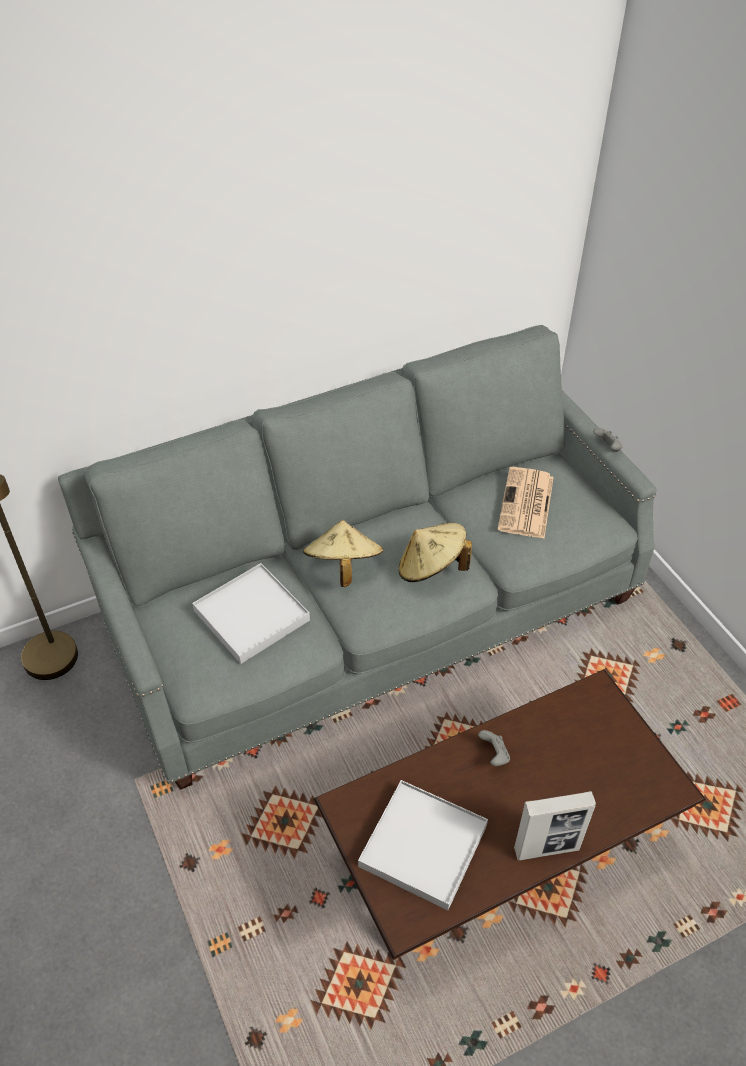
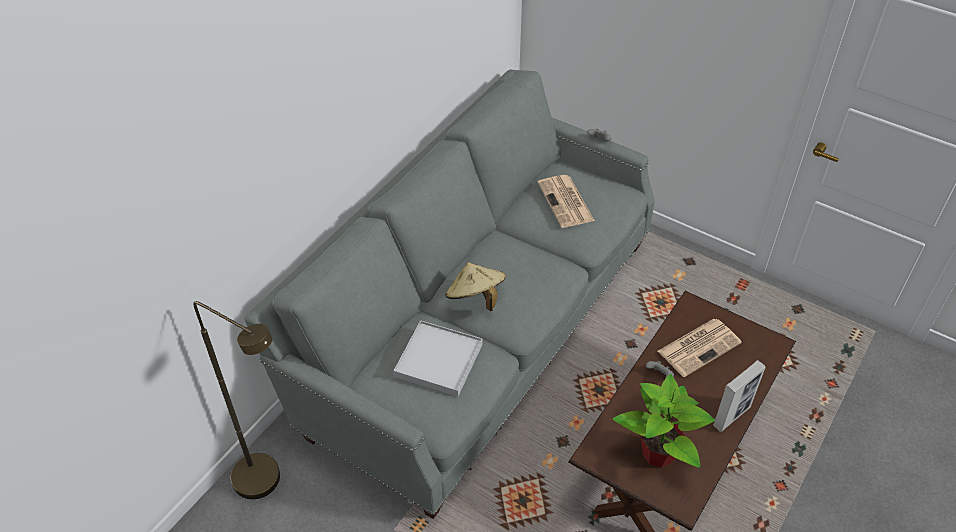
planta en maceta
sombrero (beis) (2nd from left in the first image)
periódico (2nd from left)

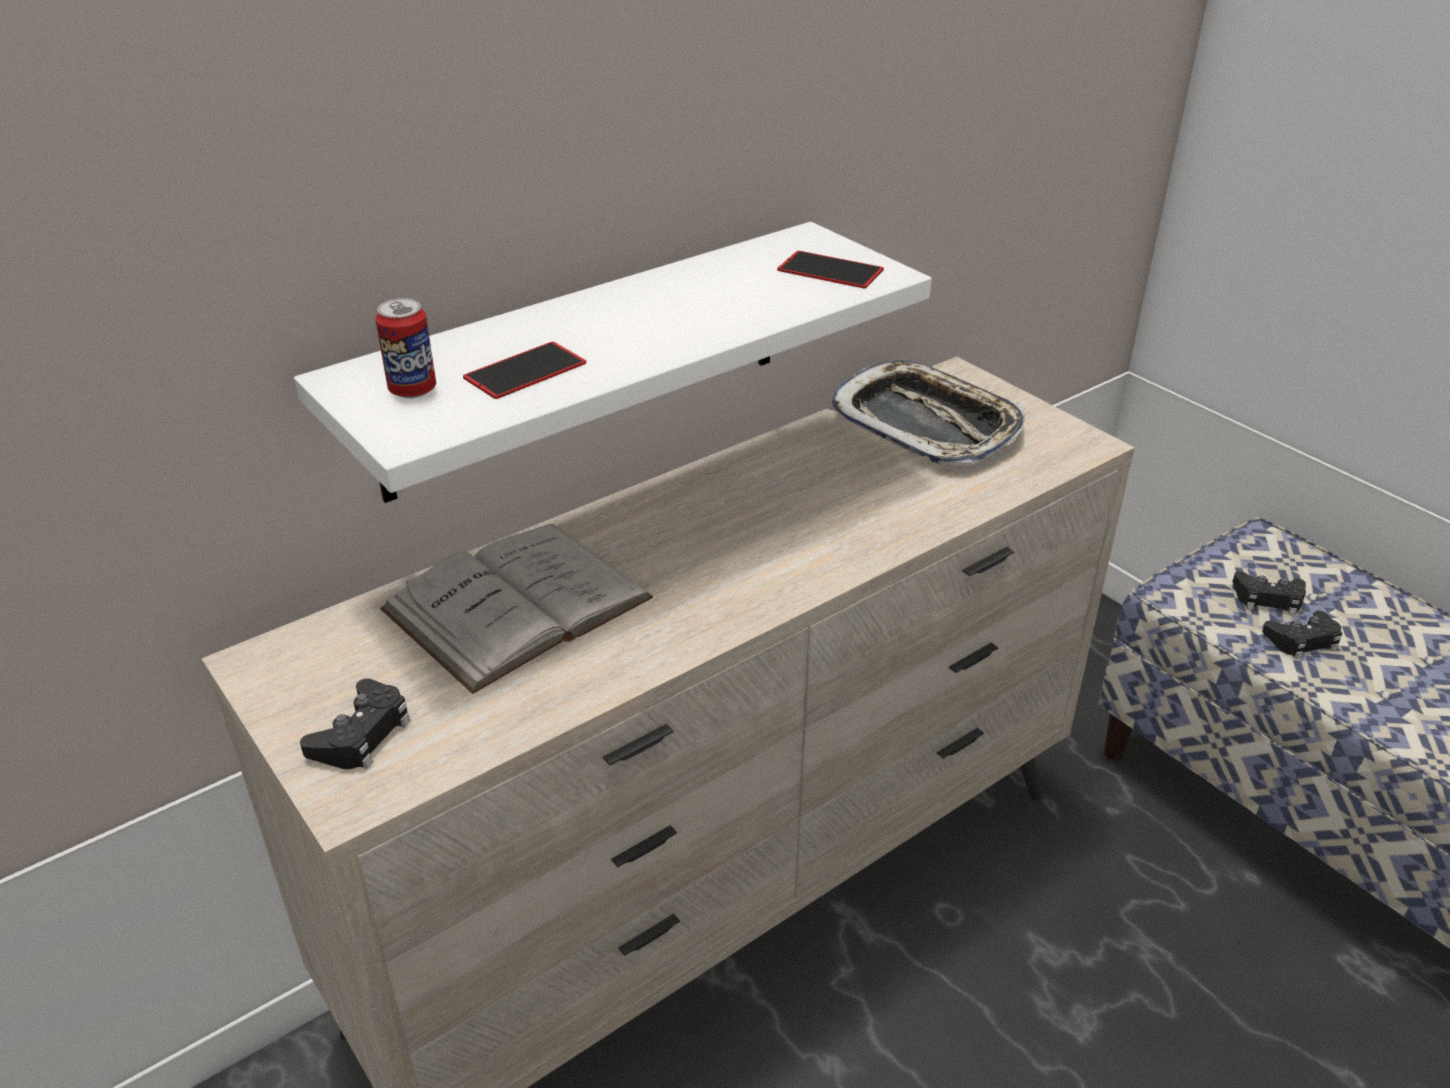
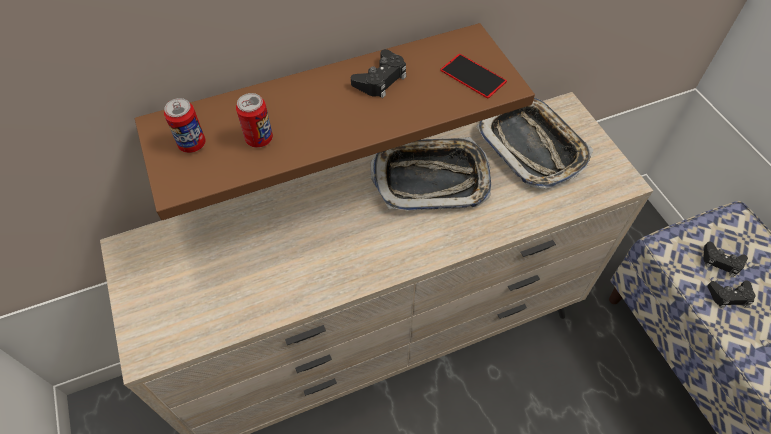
estante (marrón)
mando de consola (negro) (1st from left)
libro (blanco)
lata (2nd from left)
bandeja (1st from left)

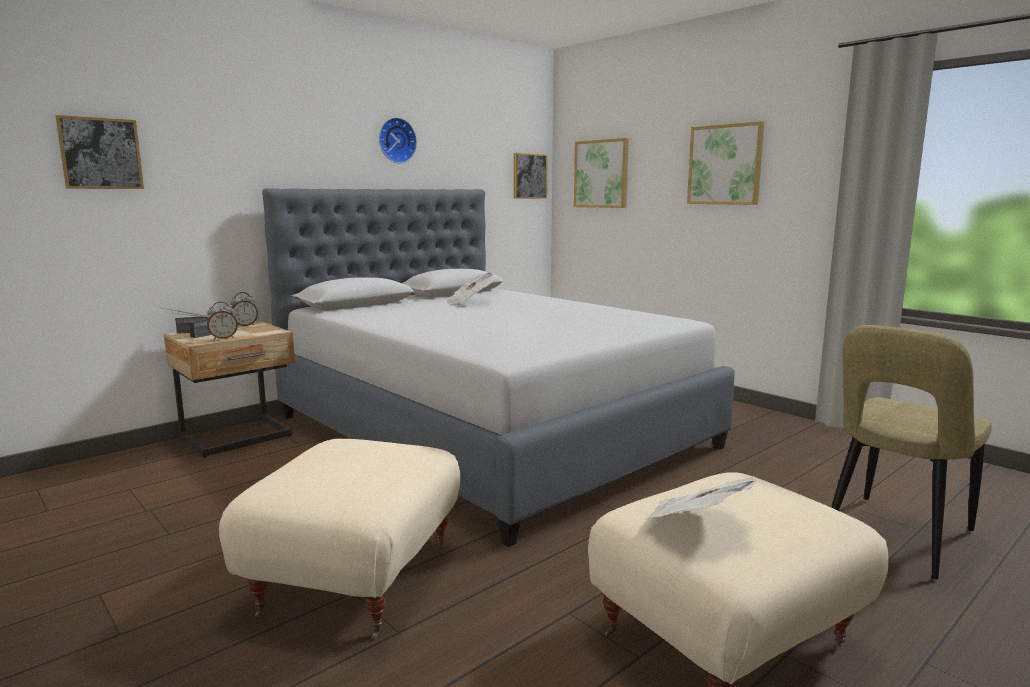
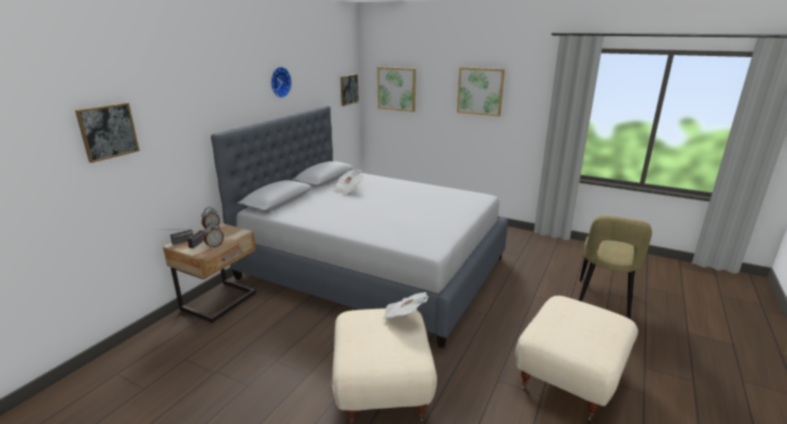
periódico (2nd from left)

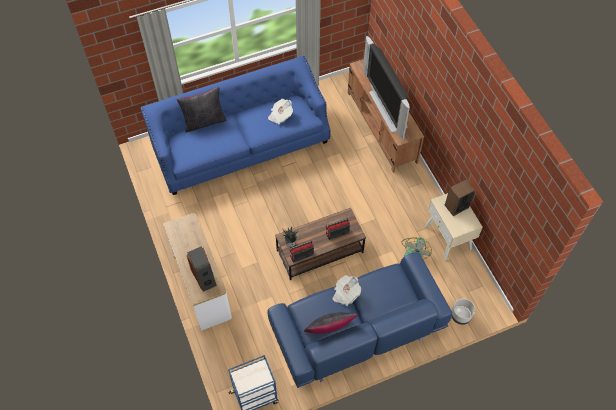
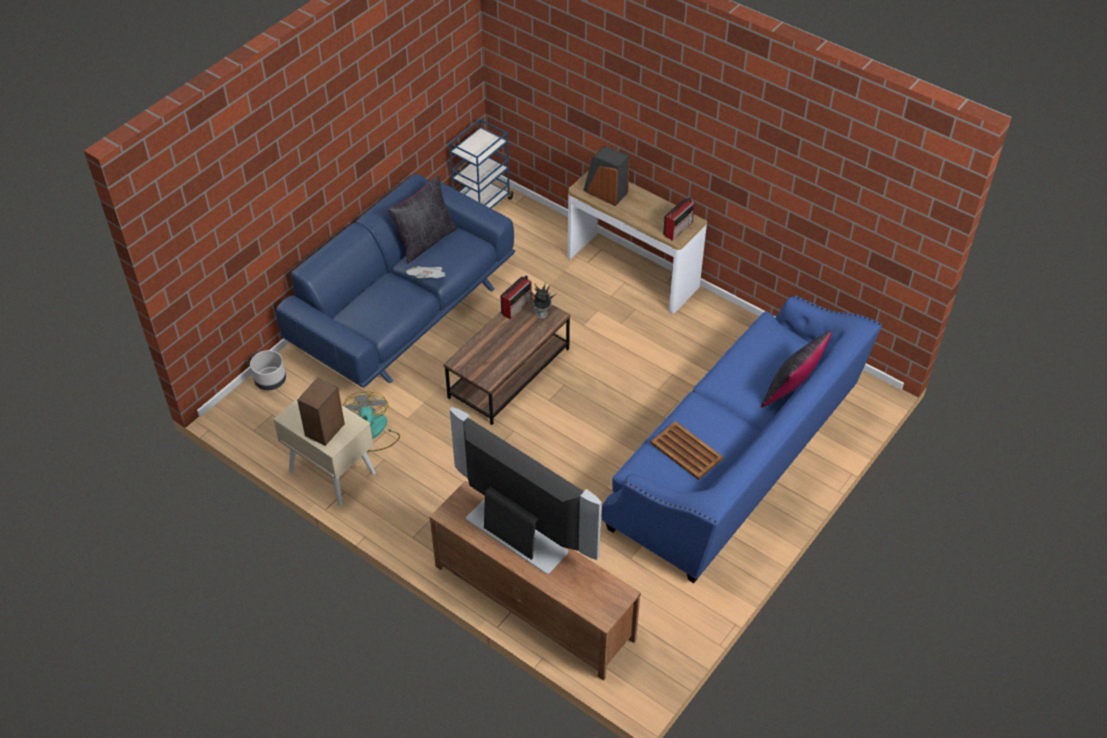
bandeja (marrón)
radio (2nd from left)

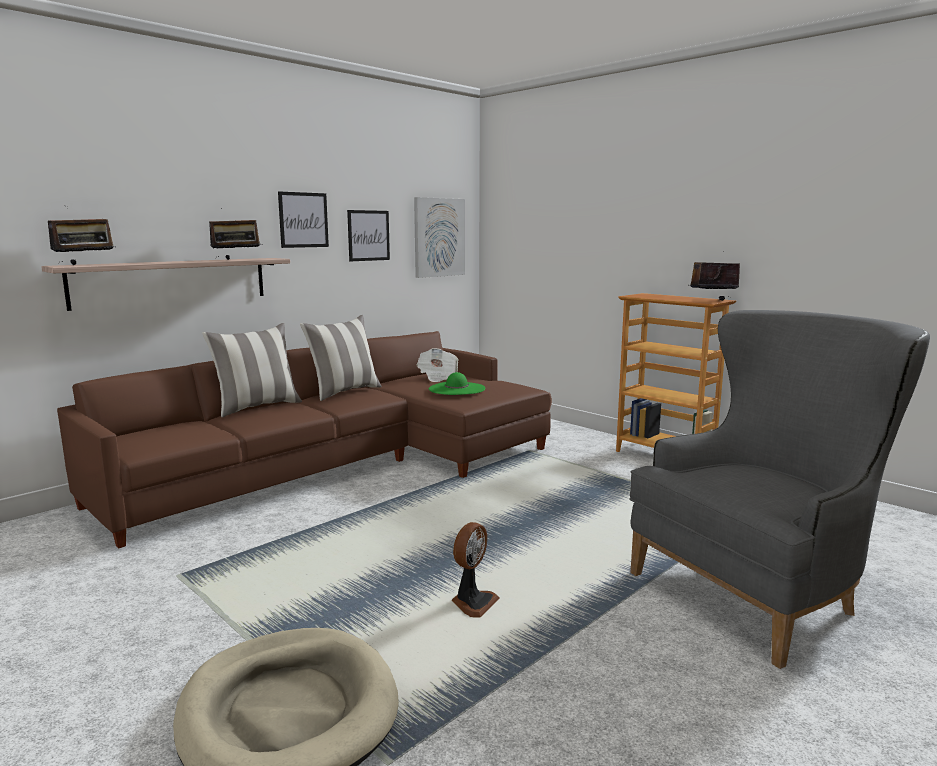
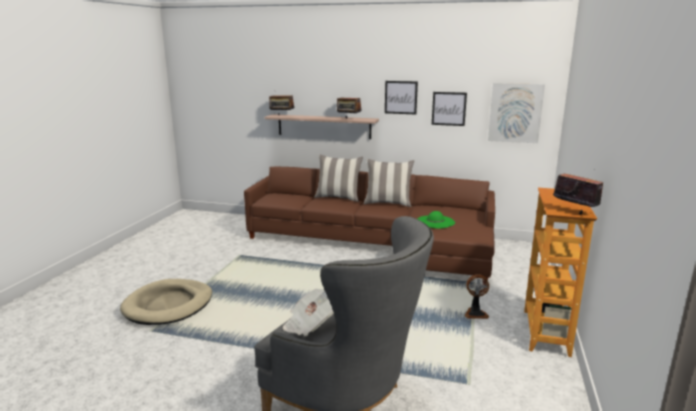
periódico
ventilador

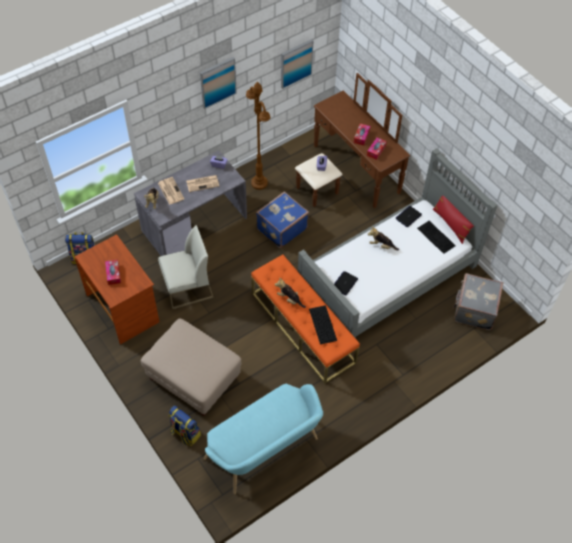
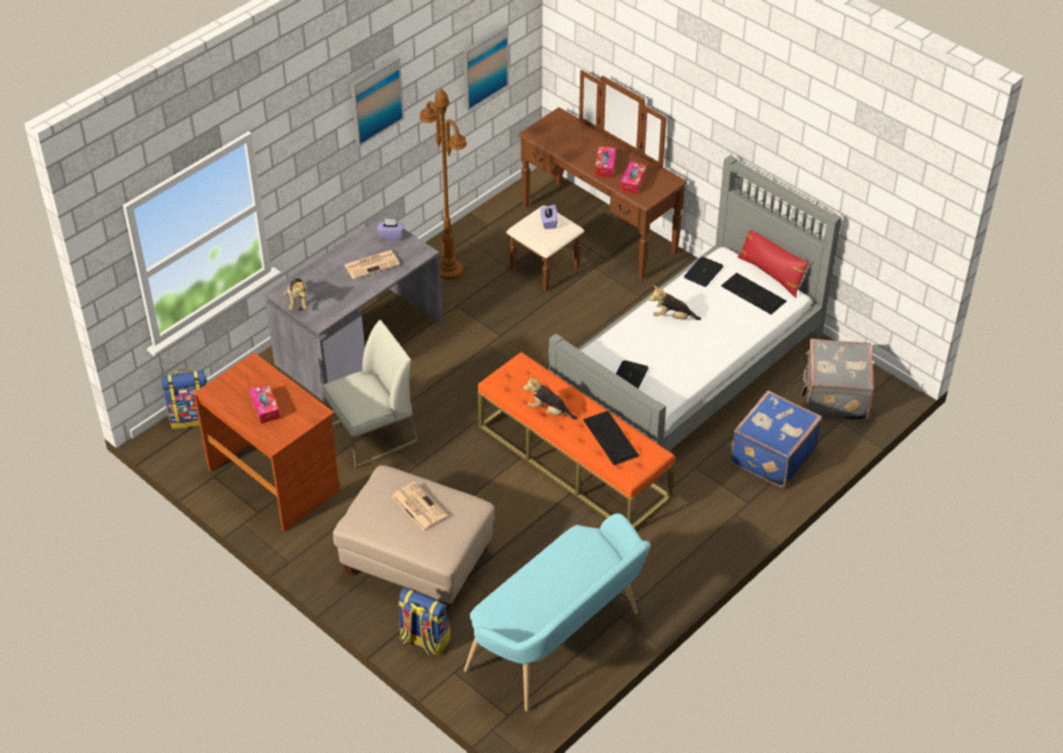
periódico (2nd from left)
maleta (azul)

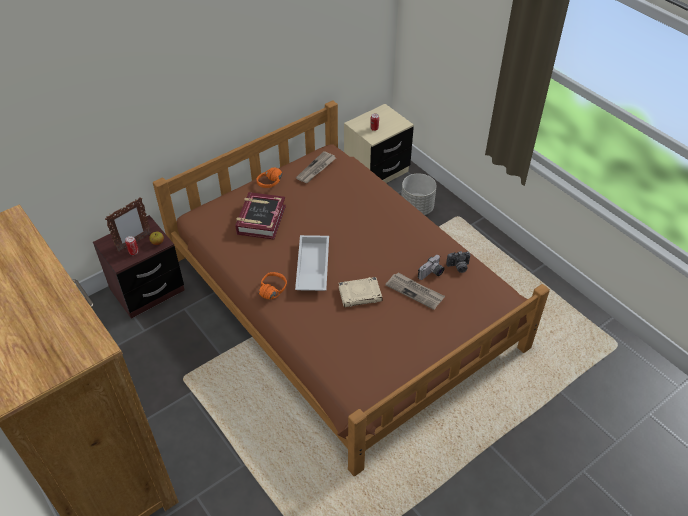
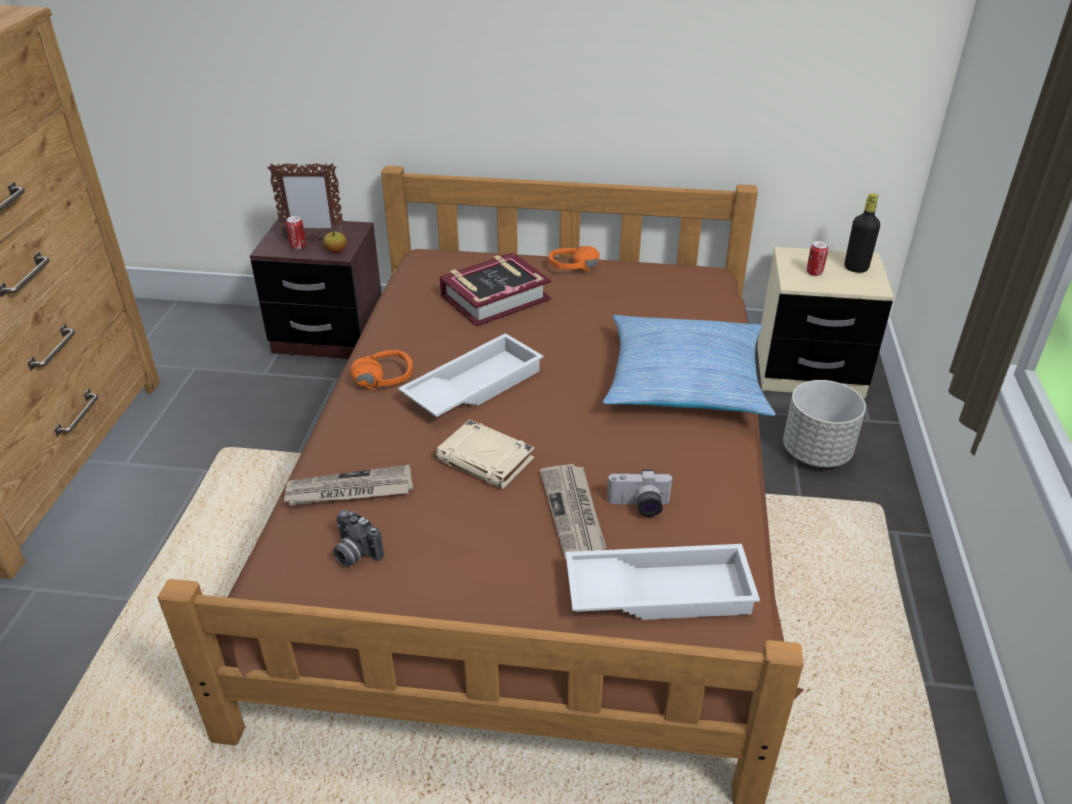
periódico (1st from left)
cámara (1st from left)
bandeja (blanco) (2nd from left)
cojín
botella (negro)

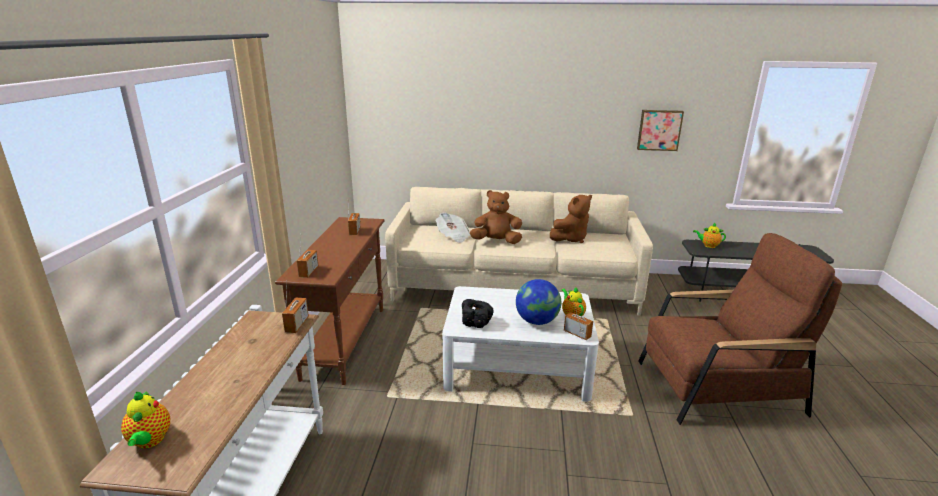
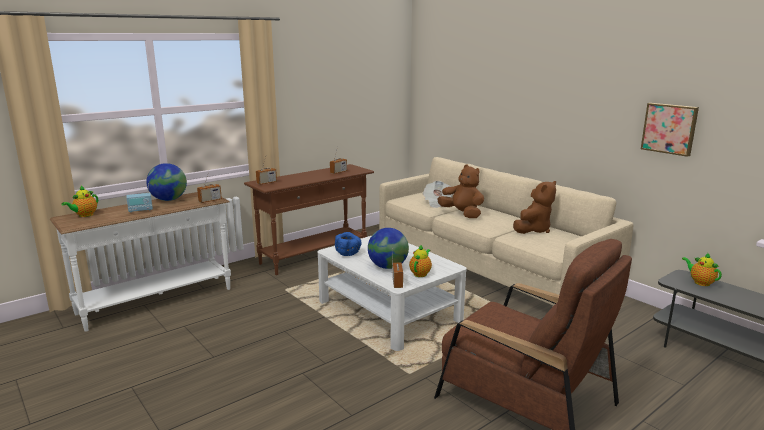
cuenco (azul)
peluche (marrón) (2nd from left)
radio (1st from left)
globo terráqueo (1st from left)

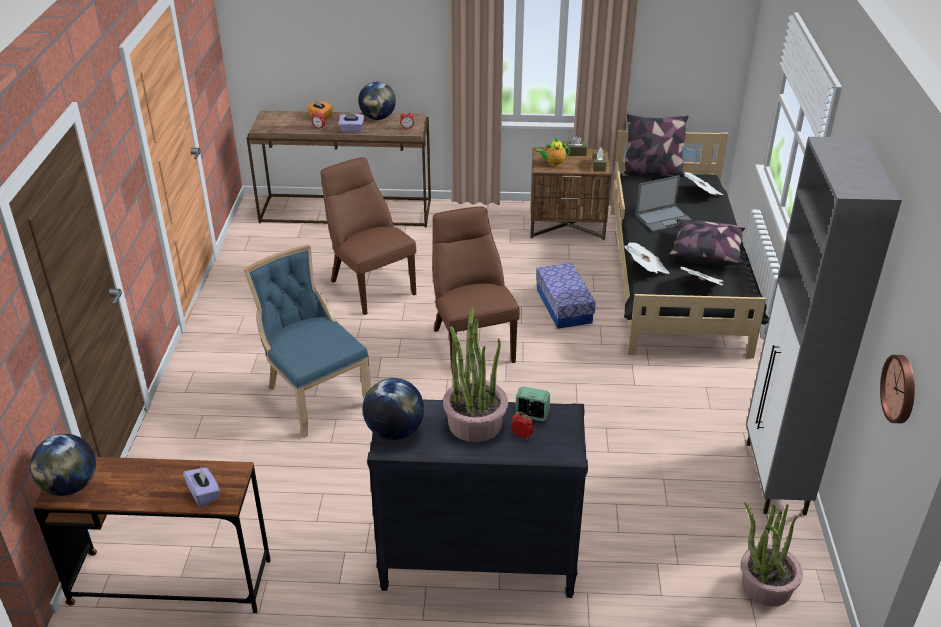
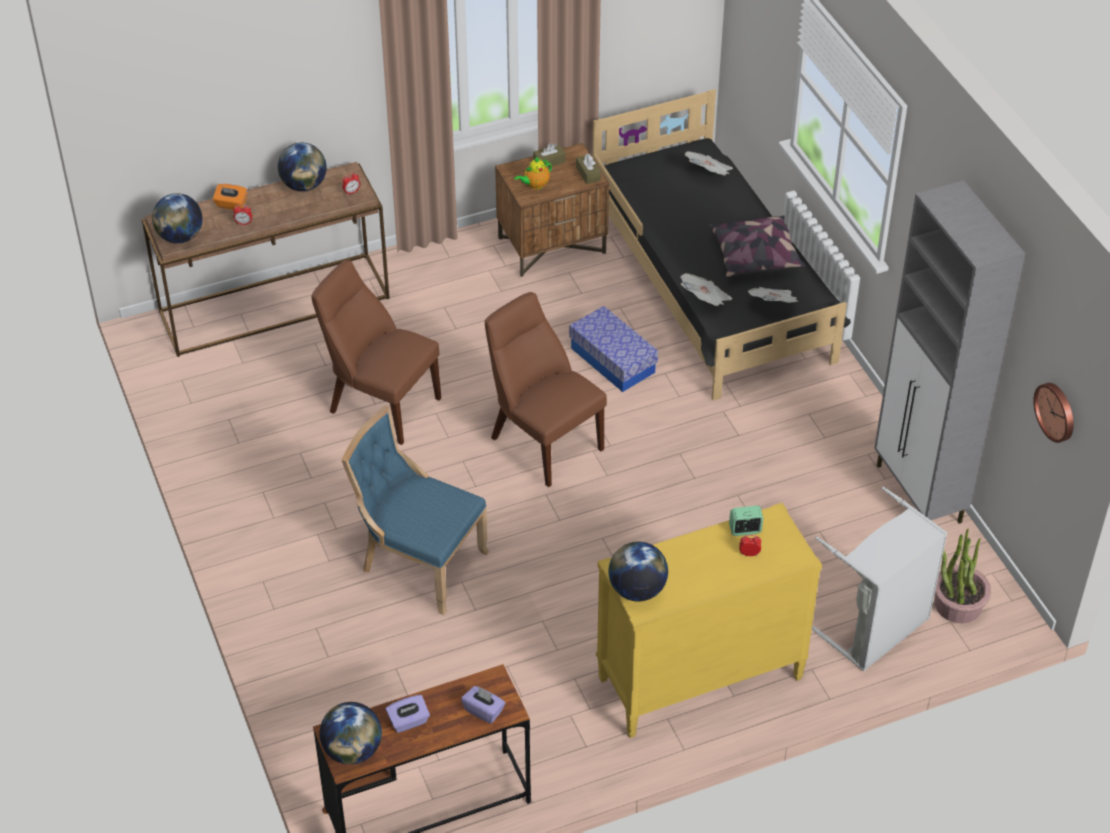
caja de pañuelos (morado) (1st from left)
cómoda (amarillo)
planta en maceta (1st from left in the first image)
cojín (1st from left in the first image)
portátil
globo terráqueo (1st from left)
cesto de la ropa (gris)

